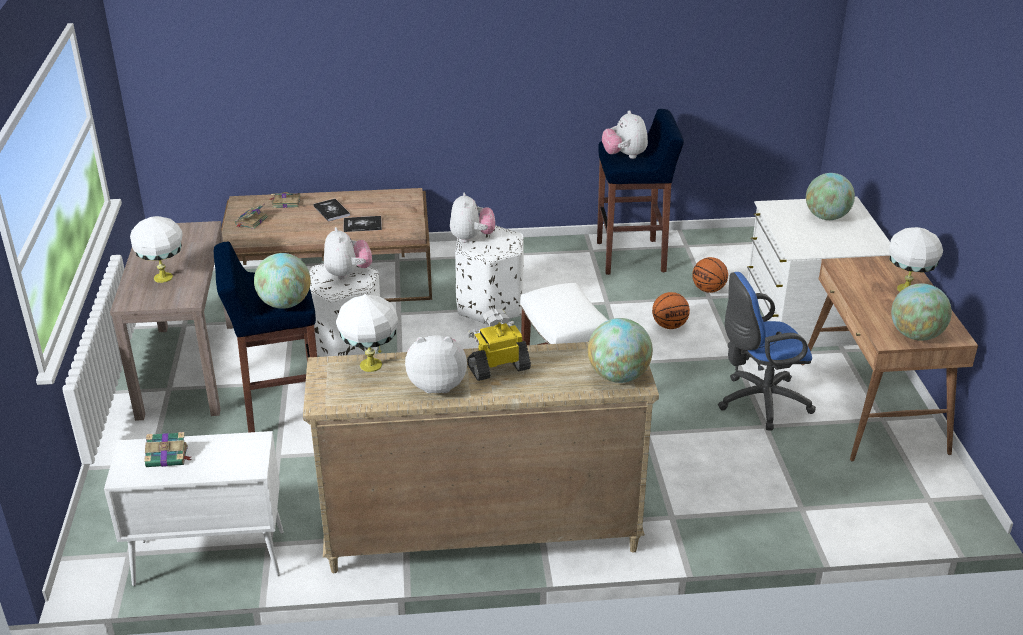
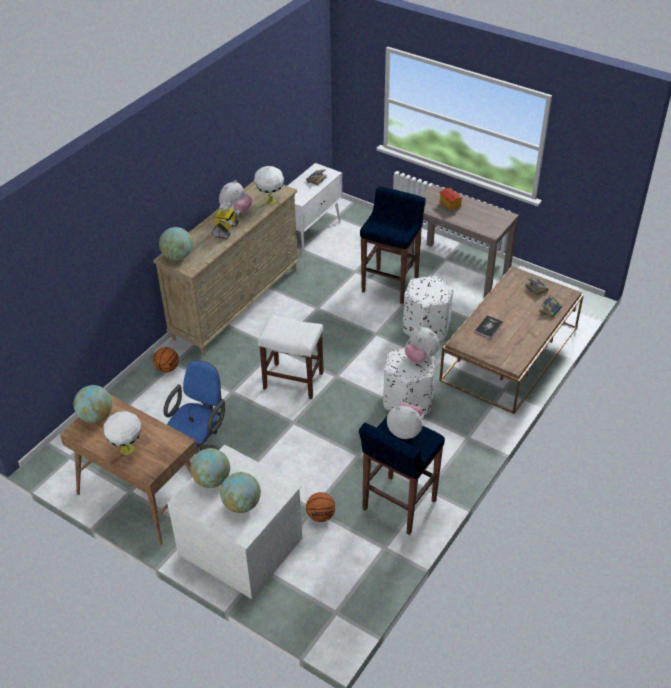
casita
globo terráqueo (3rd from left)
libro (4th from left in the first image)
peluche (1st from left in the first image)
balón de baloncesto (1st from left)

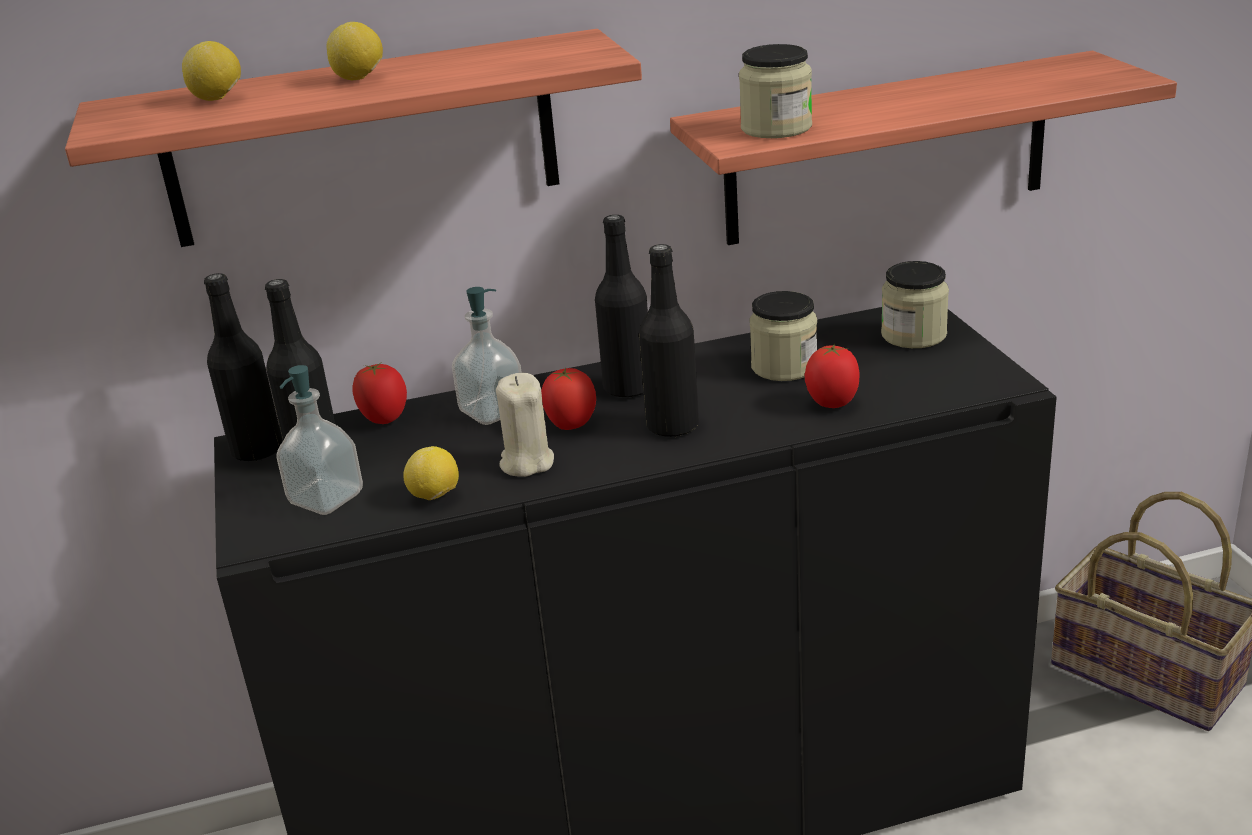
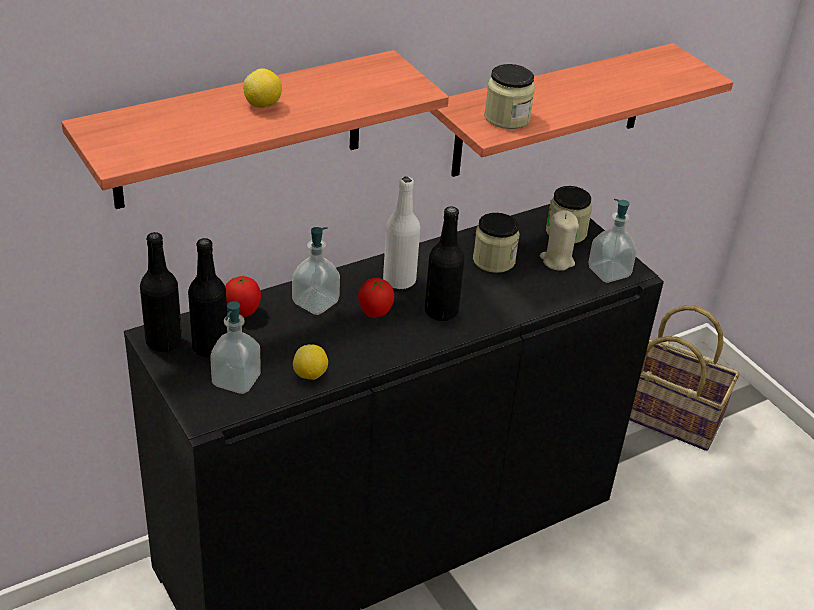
limón (1st from left in the first image)
vela (beis)
botella (blanco)
tomate (3rd from left in the first image)
dispensador de jabón (3rd from left)

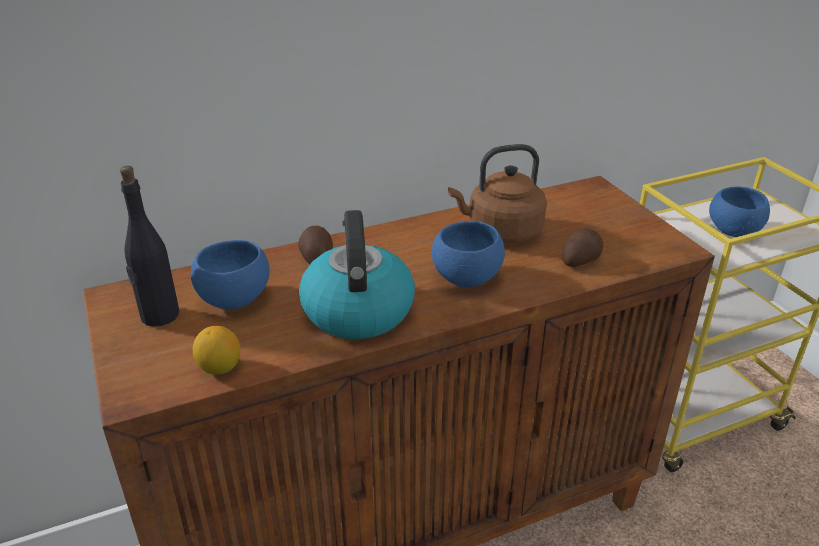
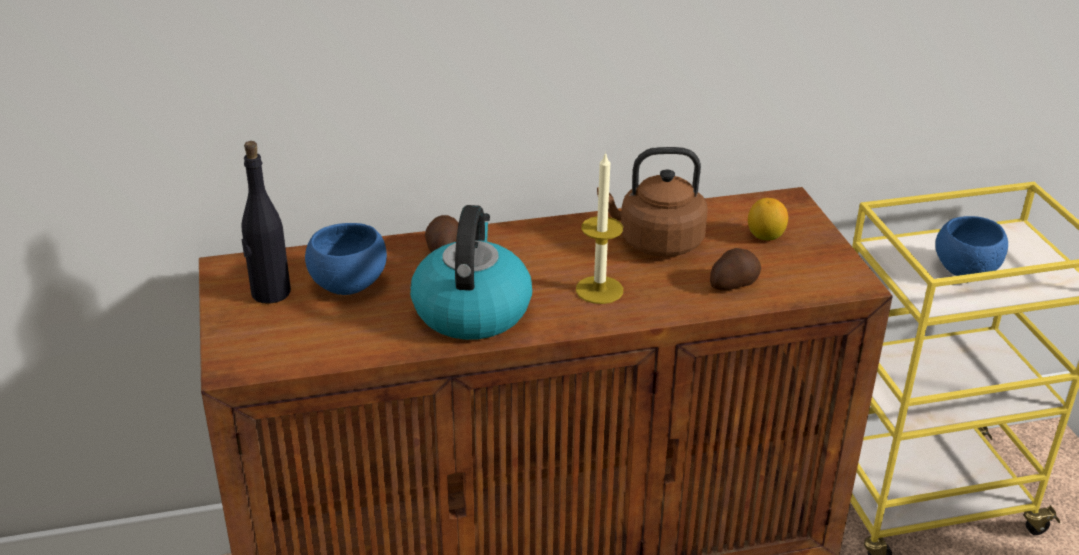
limón
vela

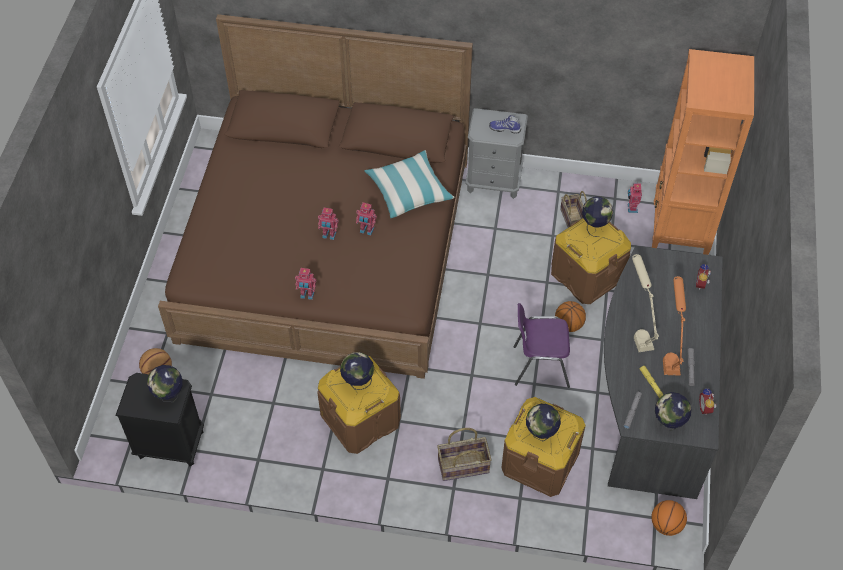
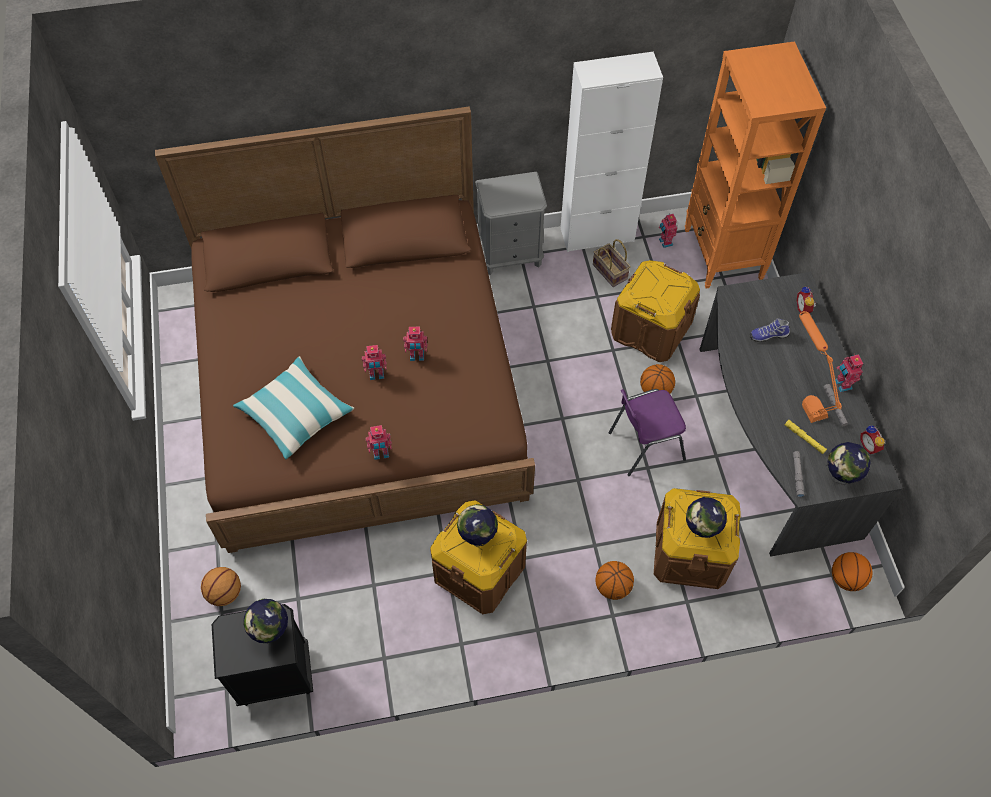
cojín
balón de baloncesto (2nd from left)
zapato
globo terráqueo (4th from left in the first image)
lámpara de mesa (beis)
armario (blanco)
robot de juguete (5th from left)

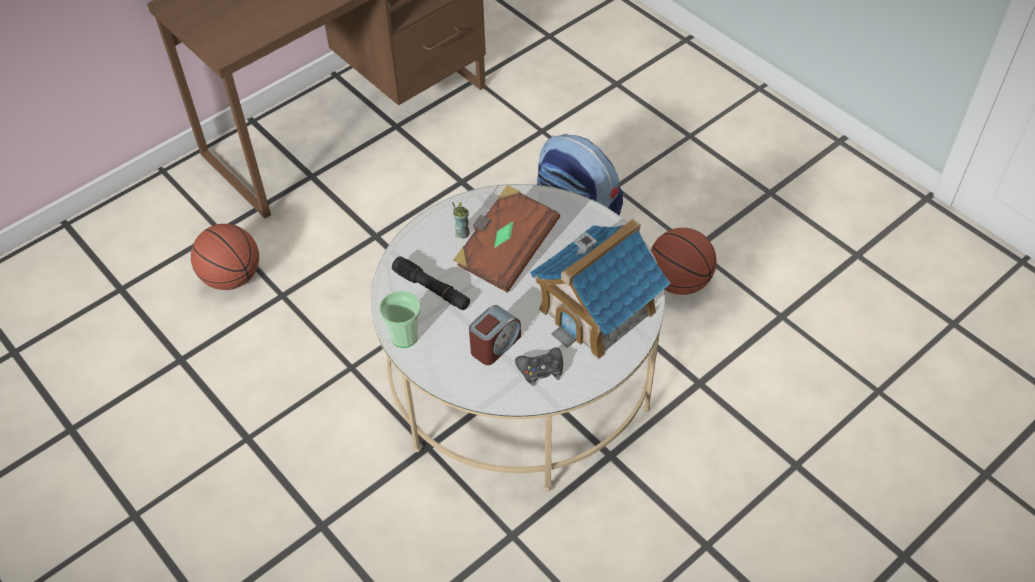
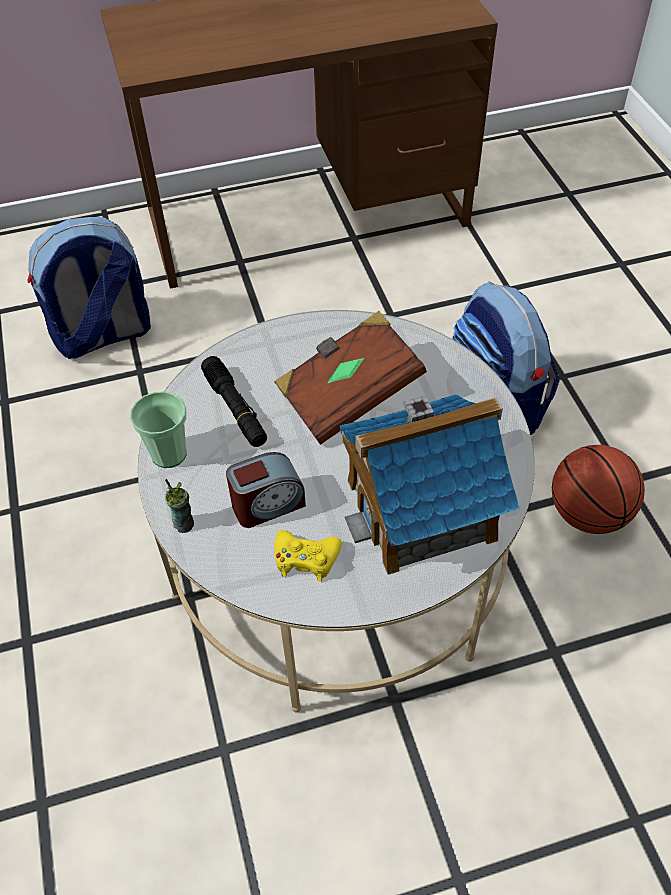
mochila (1st from left)
taza (2nd from left)
mando de consola (amarillo)

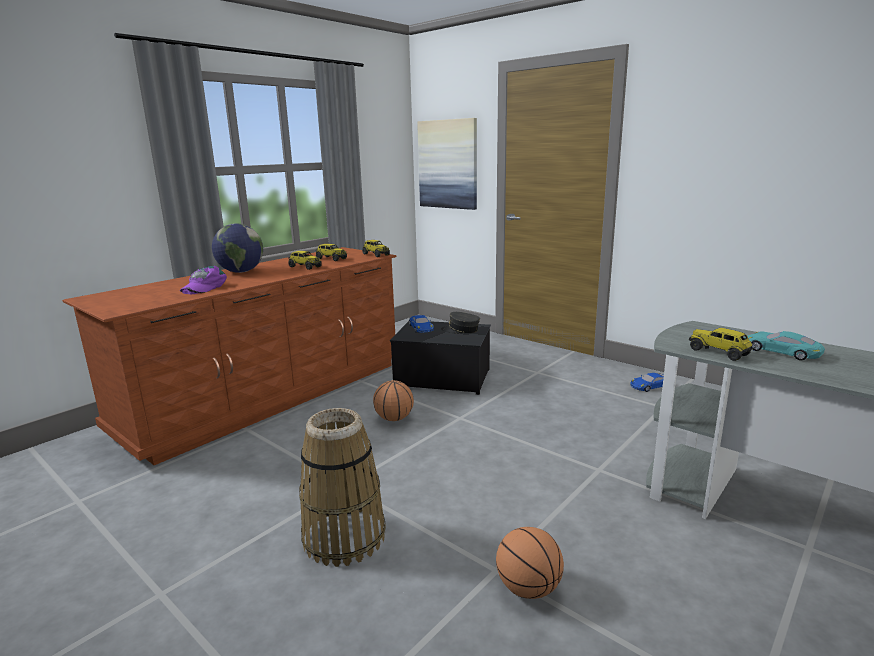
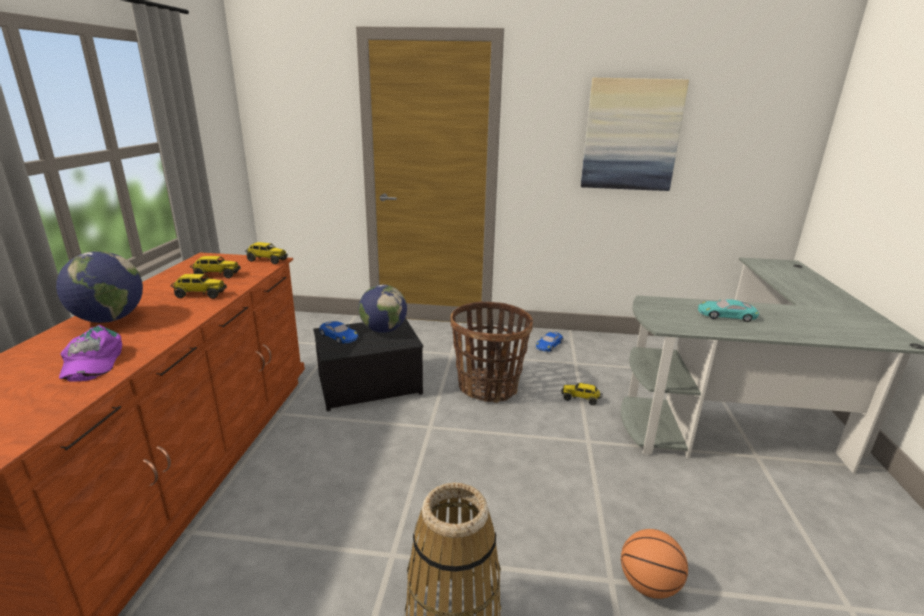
balón de baloncesto (1st from left in the first image)
cuadro
globo terráqueo (2nd from left)
camión de juguete (4th from left)
cesta (2nd from left)

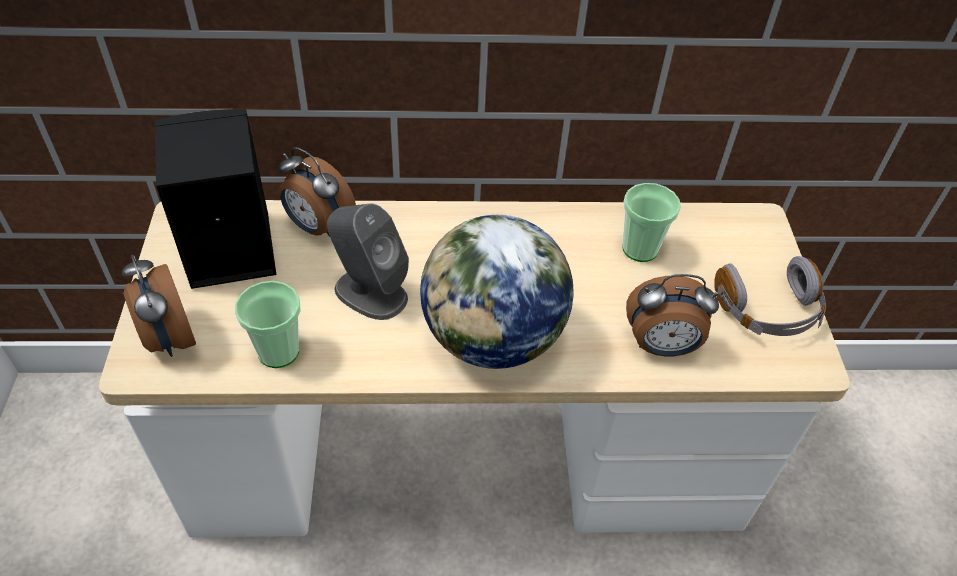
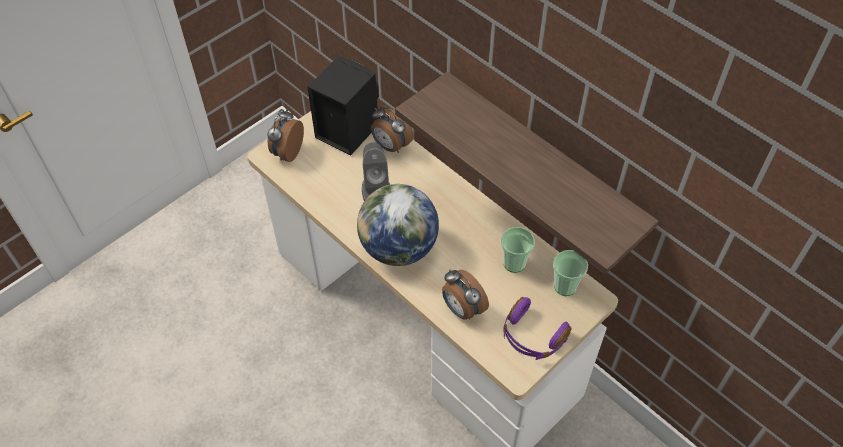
taza (2nd from left)
despertador (2nd from left)
auriculares (morado)
estante

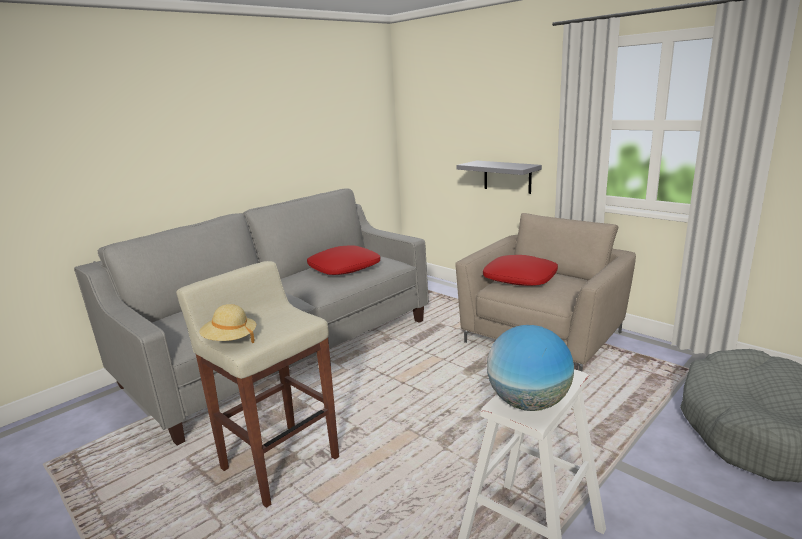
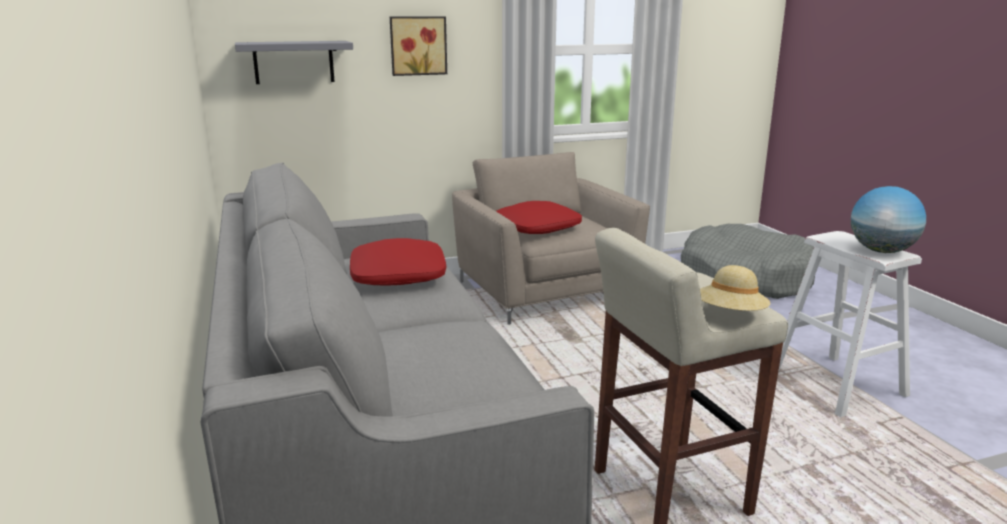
estante (gris)
cuadro

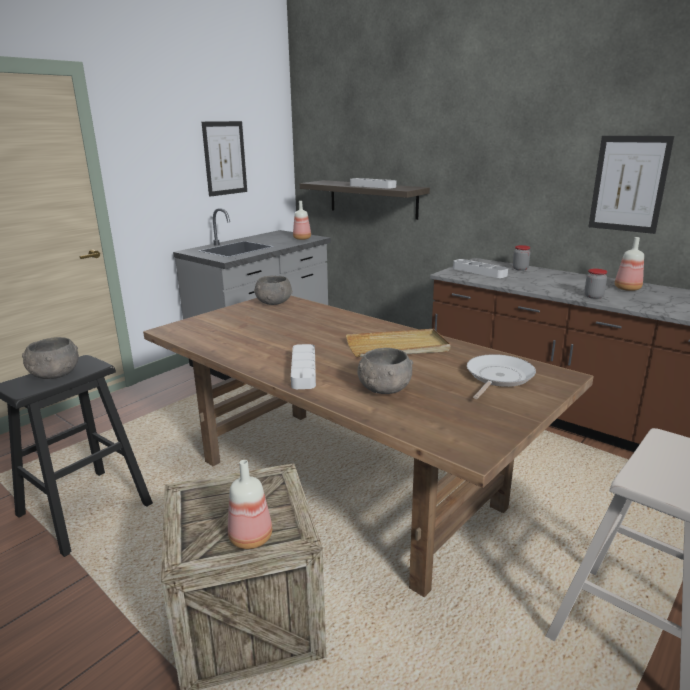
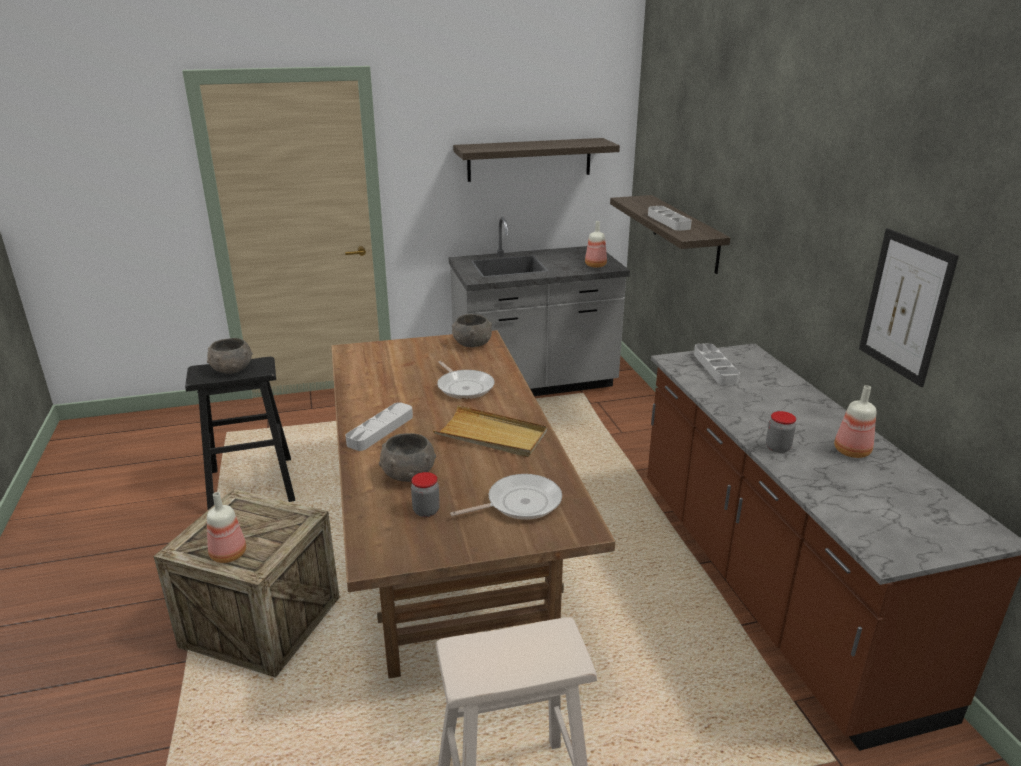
estante (1st from left)
tarro (1st from left)
sartén (1st from left)

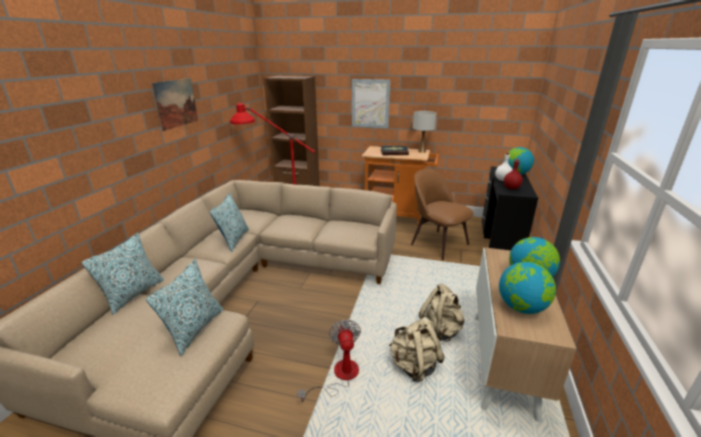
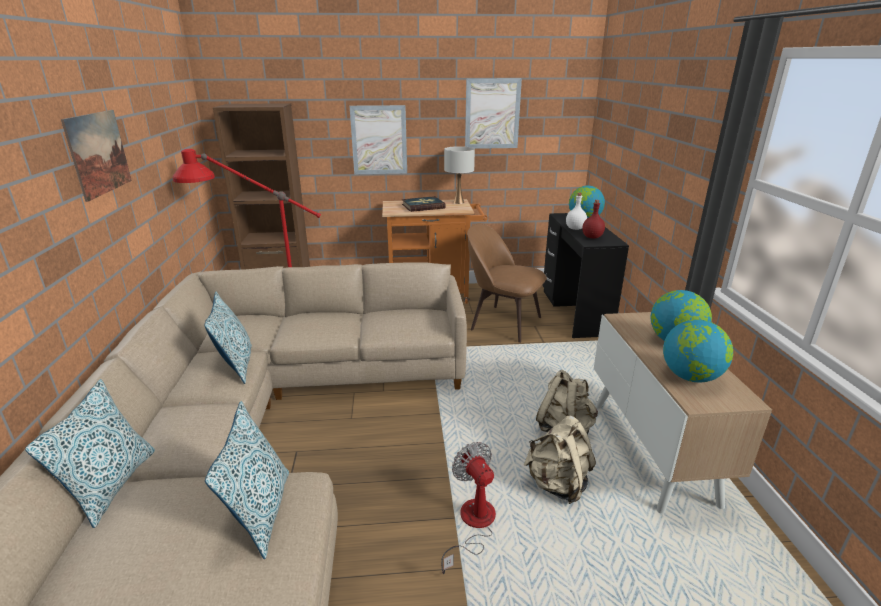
cuadro (3rd from left)

